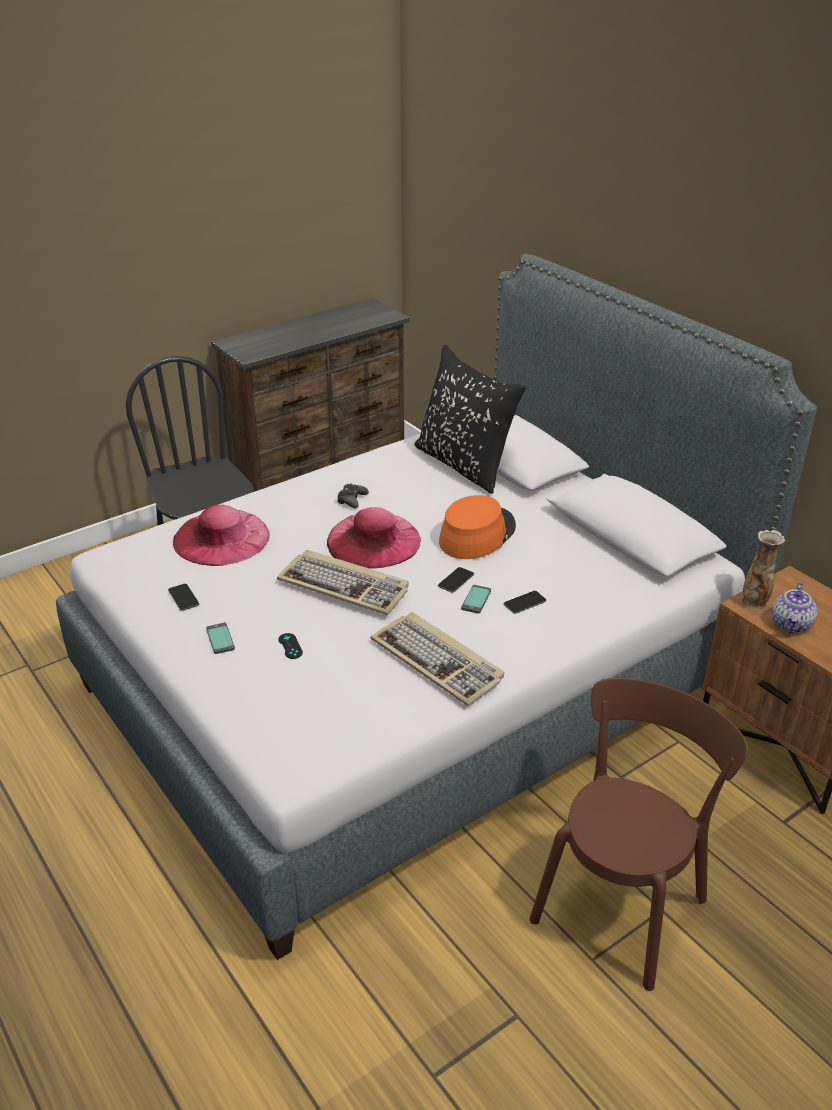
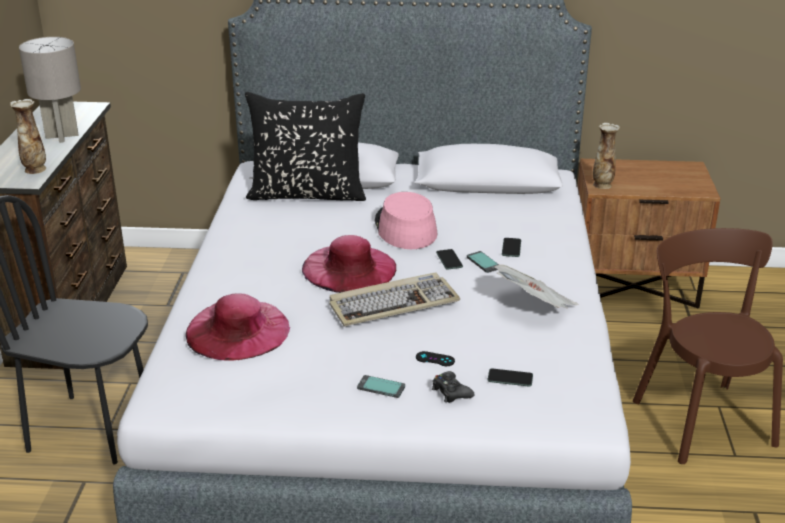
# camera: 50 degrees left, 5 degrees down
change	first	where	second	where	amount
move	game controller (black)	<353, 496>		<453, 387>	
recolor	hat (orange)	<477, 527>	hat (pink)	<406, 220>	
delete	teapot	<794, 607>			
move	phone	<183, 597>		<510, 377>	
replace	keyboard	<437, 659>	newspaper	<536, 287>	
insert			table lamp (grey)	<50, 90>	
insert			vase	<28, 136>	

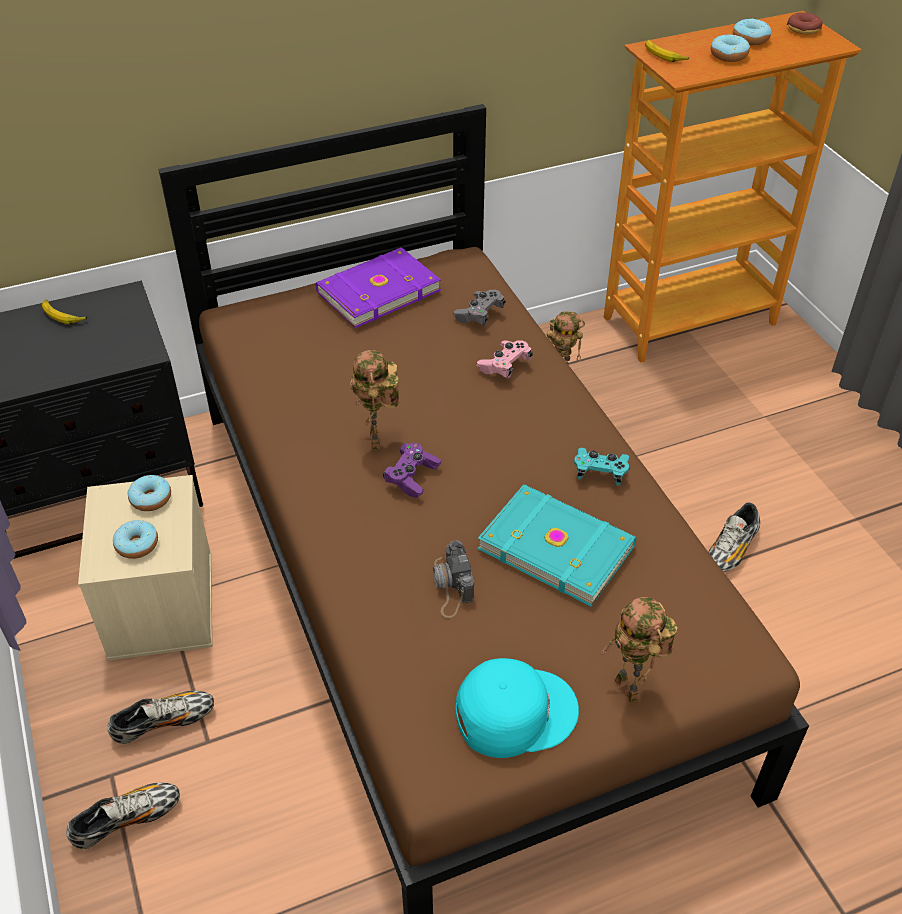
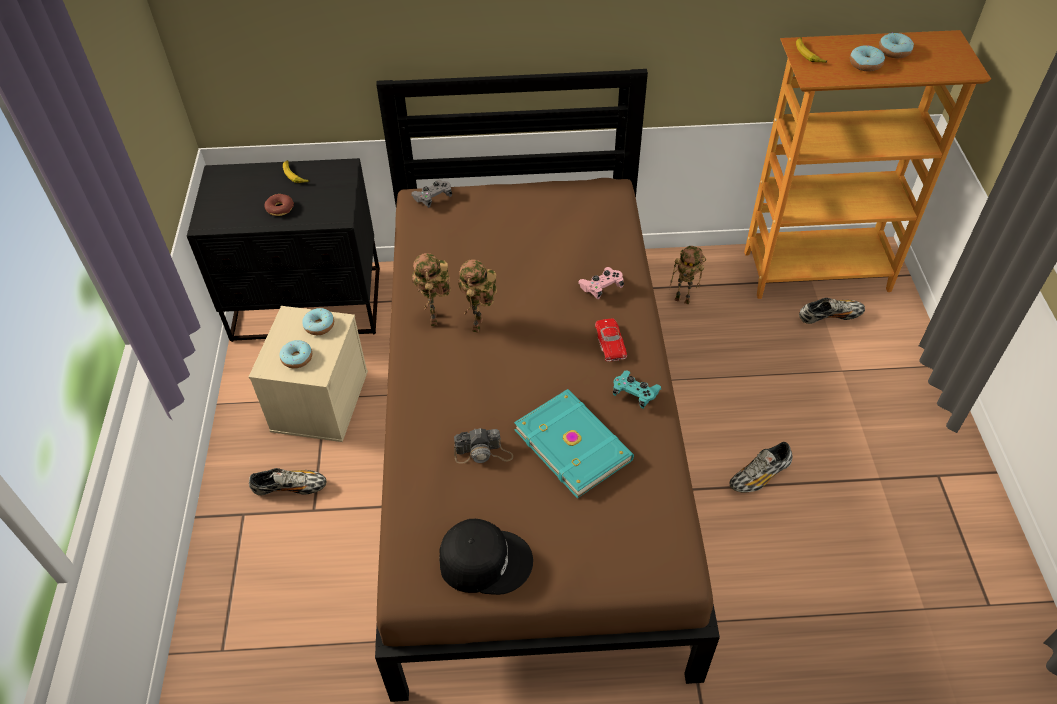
# camera: 20 degrees right, 5 degrees up
change	first	where	second	where	amount
move	donut	<805, 23>		<279, 205>	
delete	book (purple)	<378, 287>			
move	game controller (grey)	<479, 307>		<431, 194>	
delete	game controller (purple)	<412, 470>			
rotate	photo camera	<453, 579>		<483, 446>	105 degrees counterclockwise
move	toy robot	<639, 650>		<431, 289>	
recolor	cap (turquoise)	<517, 708>	cap (black)	<486, 557>	
move	shoe	<123, 816>		<832, 311>	
insert			toy car (red)	<611, 340>	

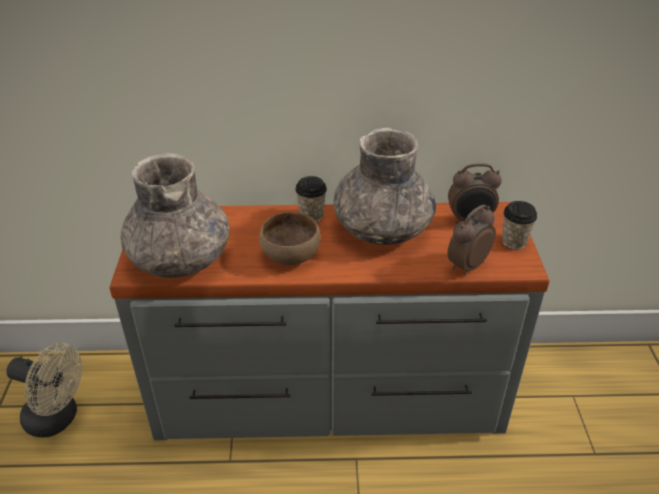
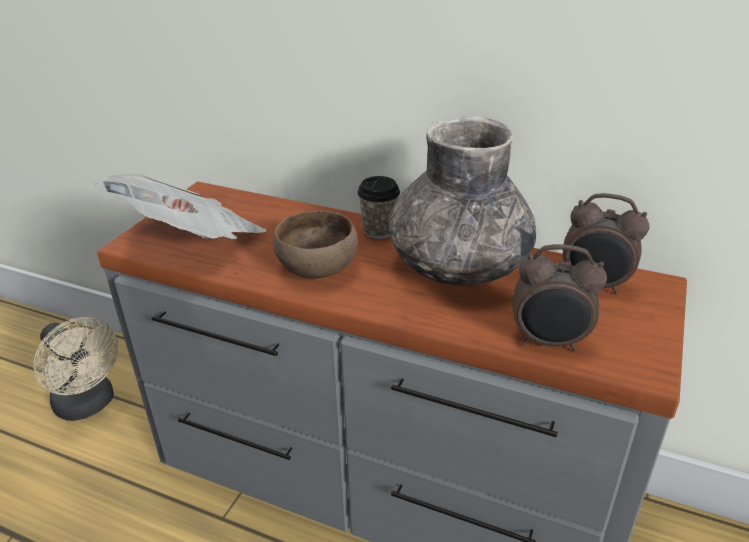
# camera: 25 degrees right, 5 degrees down
change	first	where	second	where	amount
replace	vase (grey)	<174, 216>	newspaper	<180, 206>	
delete	cup	<519, 225>			
rotate	alarm clock	<471, 239>		<559, 297>	150 degrees counterclockwise

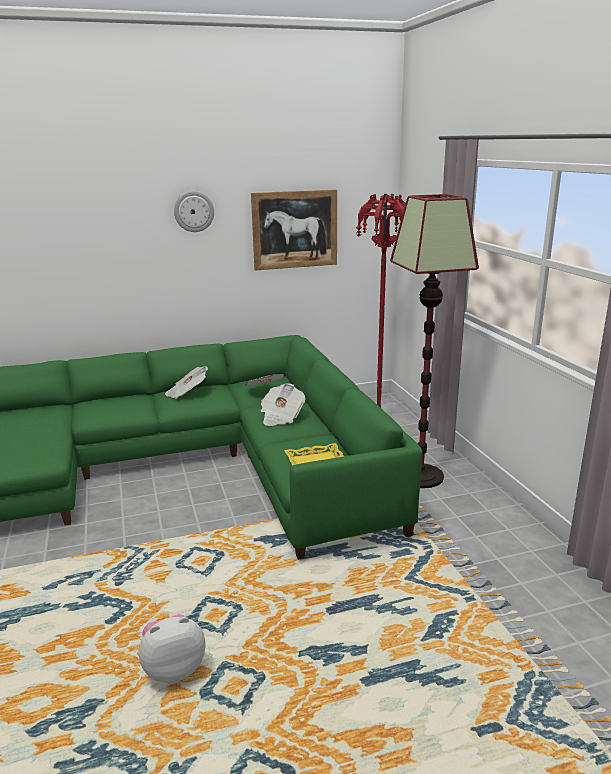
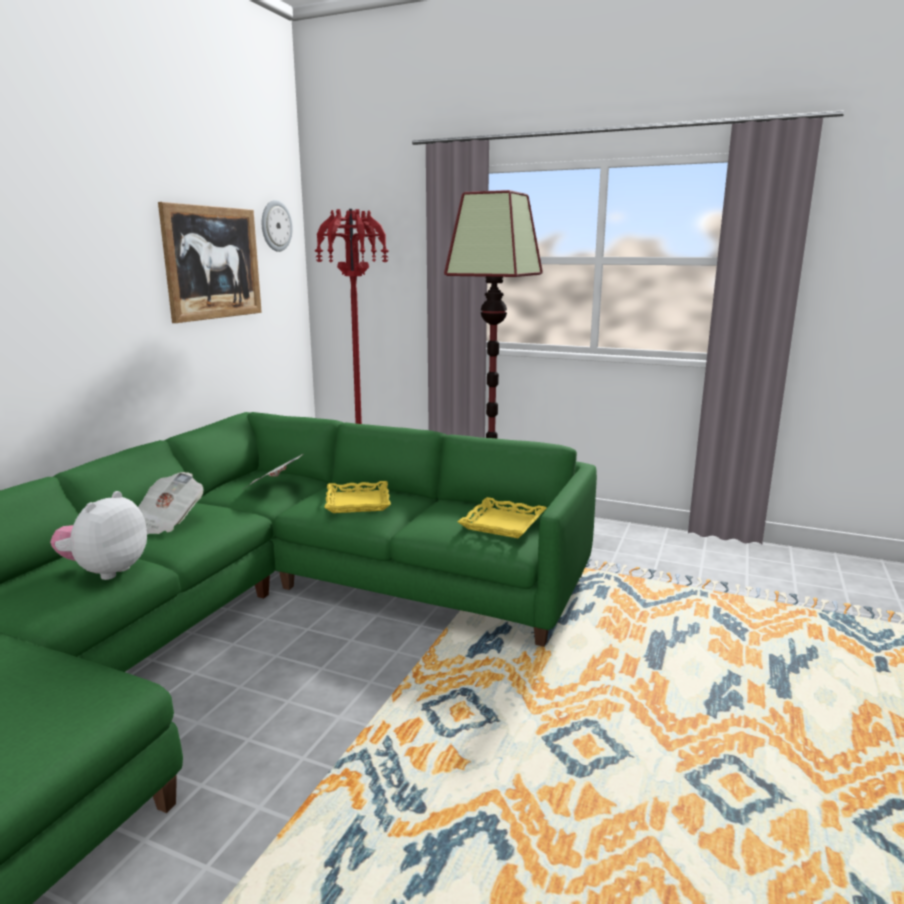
# camera: 50 degrees left, 5 degrees down
change	first	where	second	where	amount
move	wall clock	<194, 211>		<277, 226>	
replace	newspaper	<283, 404>	tray (yellow)	<358, 497>	
move	plush toy	<172, 648>		<98, 535>	

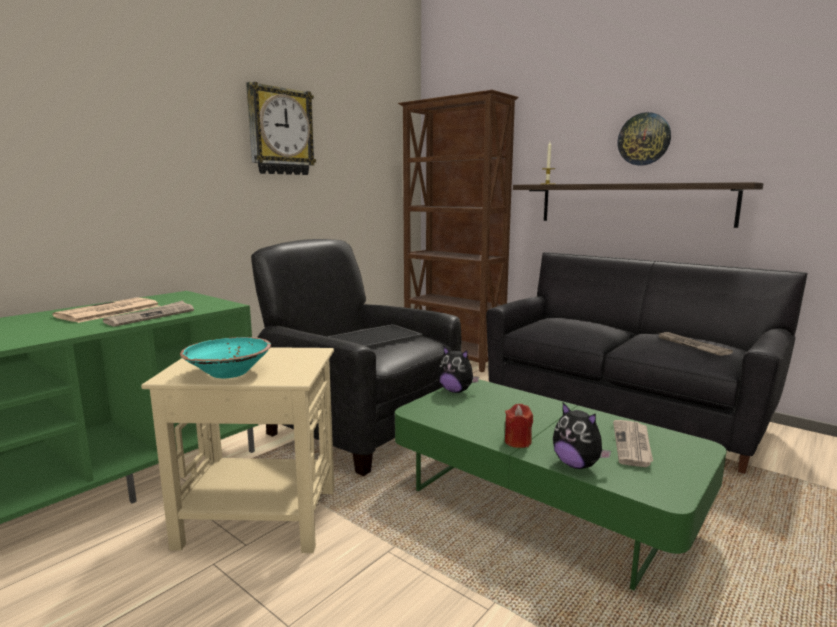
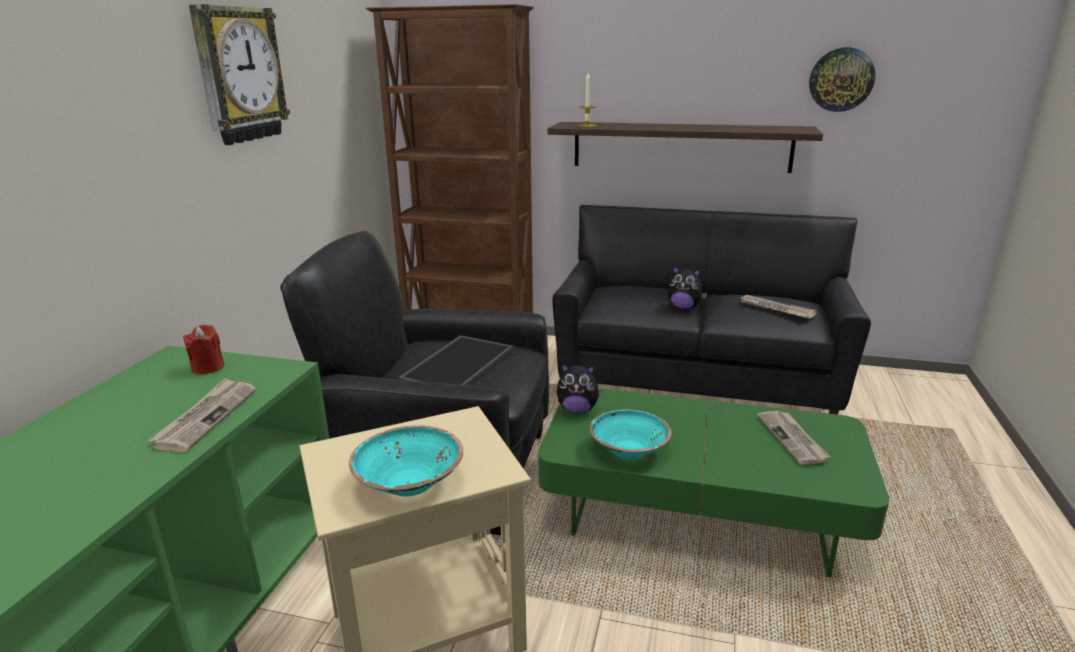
# camera: 25 degrees left, 10 degrees up
change	first	where	second	where	amount
move	wall clock	<644, 139>		<842, 79>	
delete	newspaper	<105, 310>			
move	plush toy	<582, 436>		<687, 287>	
move	candle (red)	<519, 426>		<204, 349>	
insert			bowl (turquoise)	<630, 434>	

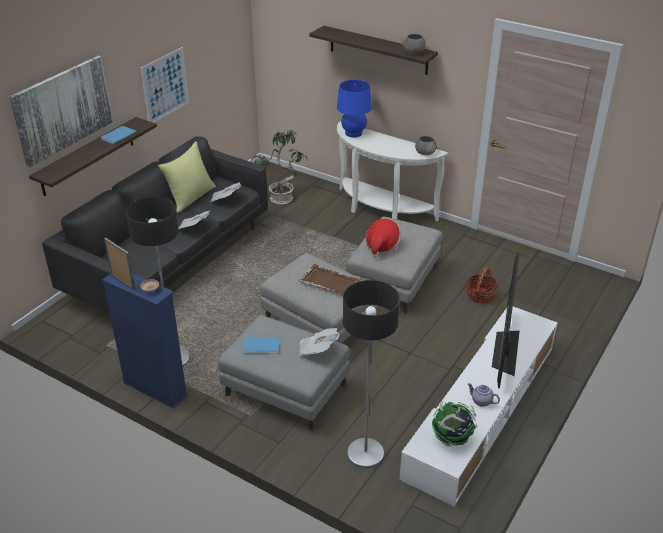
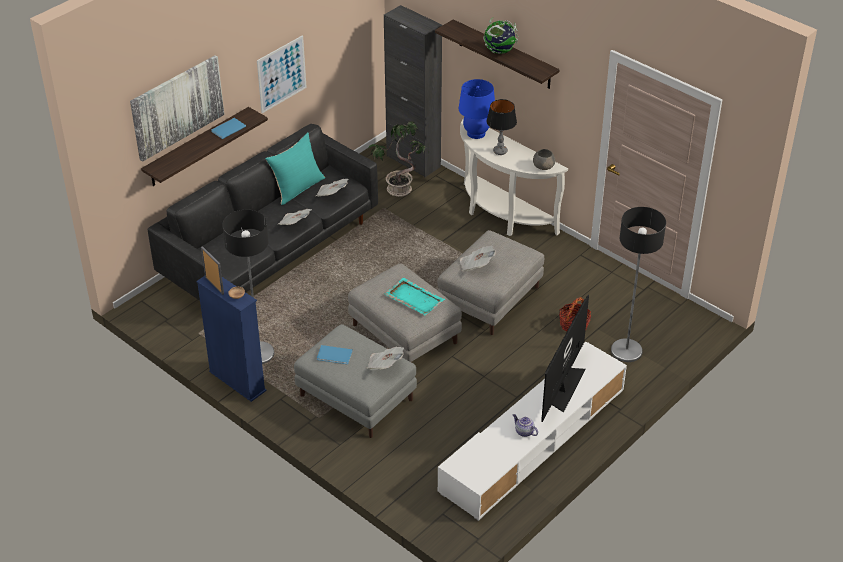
# camera: 10 degrees right, 5 degrees up
change	first	where	second	where	amount
delete	bowl (grey)	<414, 44>			
recolor	pillow (yellow)	<187, 177>	pillow (turquoise)	<295, 168>	
replace	hat	<383, 238>	newspaper	<478, 258>	
recolor	tray (brown)	<330, 279>	tray (turquoise)	<414, 297>	
move	floor lamp	<371, 374>		<638, 284>	
move	globe	<454, 424>		<500, 36>	
insert			cabinet (black)	<413, 91>	
insert			table lamp	<501, 127>	

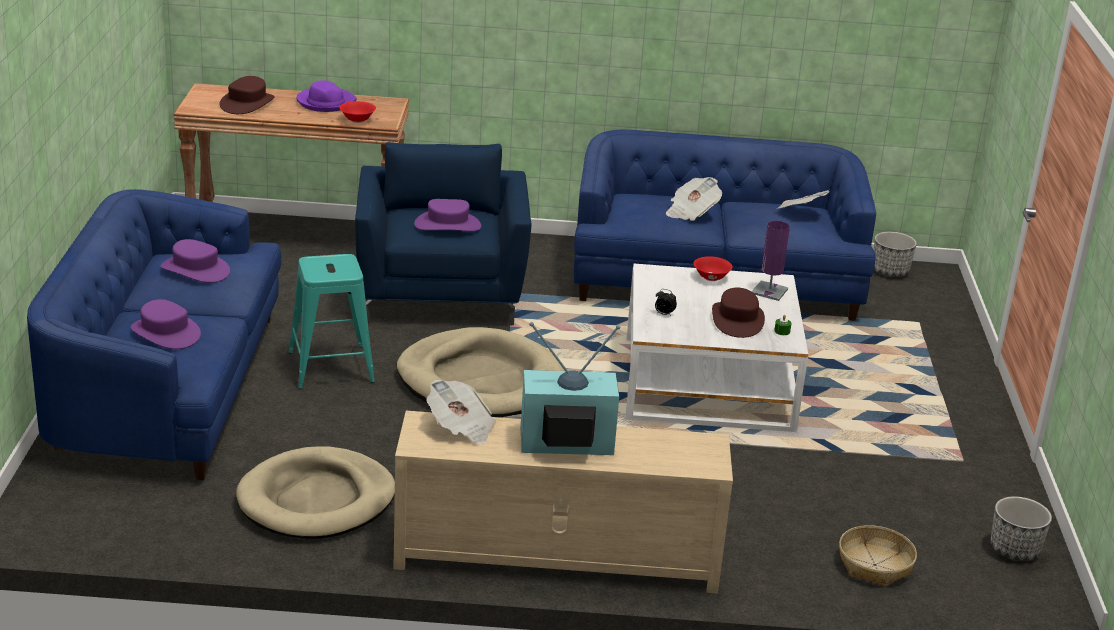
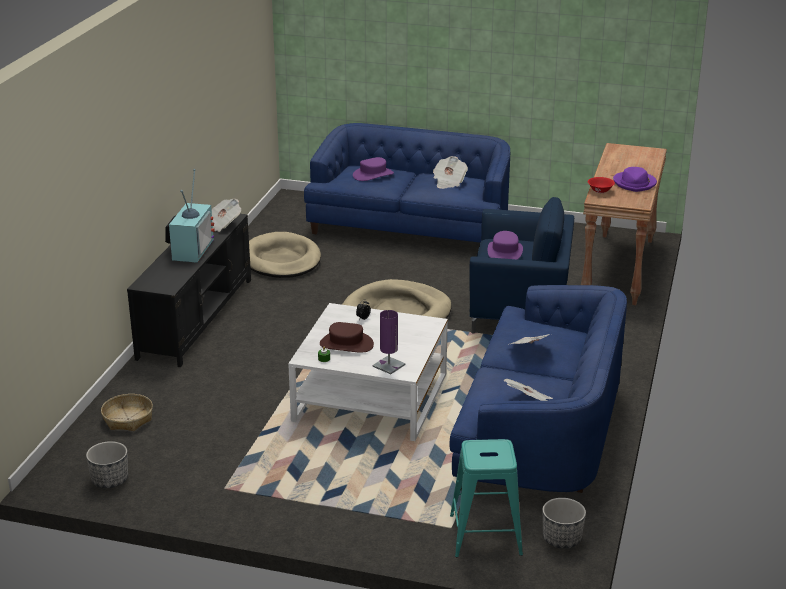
# camera: 105 degrees right, 0 degrees up
change	first	where	second	where	amount
delete	hat (brown)	<247, 95>			
replace	hat (purple)	<195, 261>	newspaper	<450, 172>	
move	stool (turquoise)	<332, 321>		<486, 498>	
delete	bowl (red)	<712, 268>			
recolor	tv stand (beige)	<563, 502>	tv stand (black)	<189, 290>	

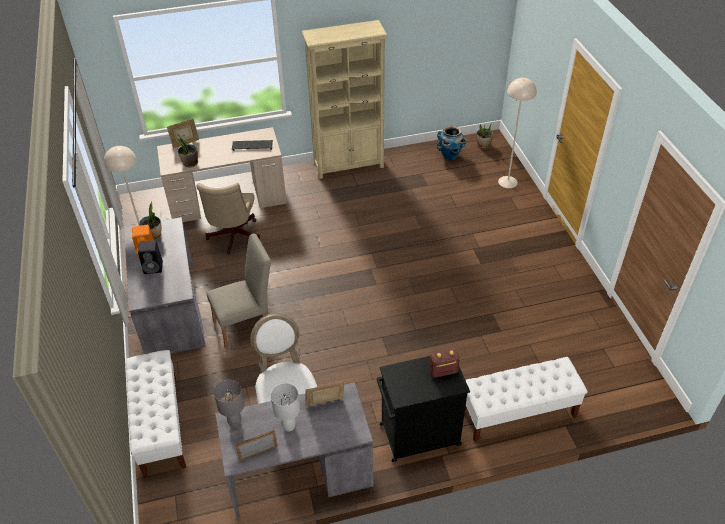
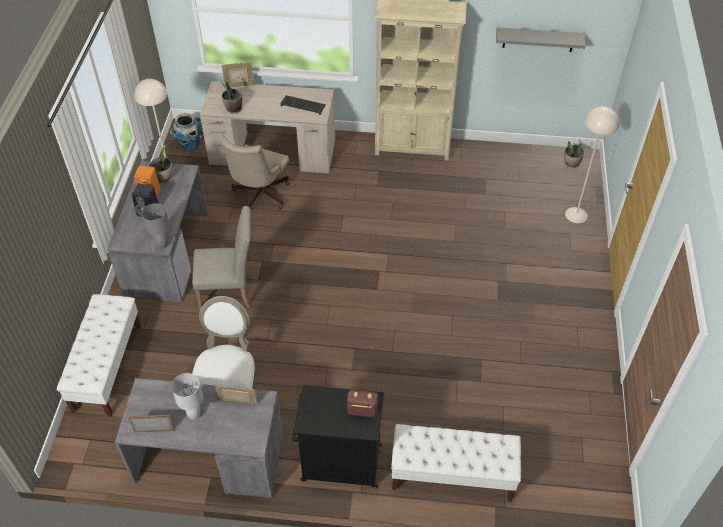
# camera: 20 degrees right, 5 degrees up
change	first	where	second	where	amount
move	planter	<451, 143>		<187, 132>	
move	table lamp (grey)	<229, 404>		<156, 226>	
insert			shelf (grey)	<540, 39>	

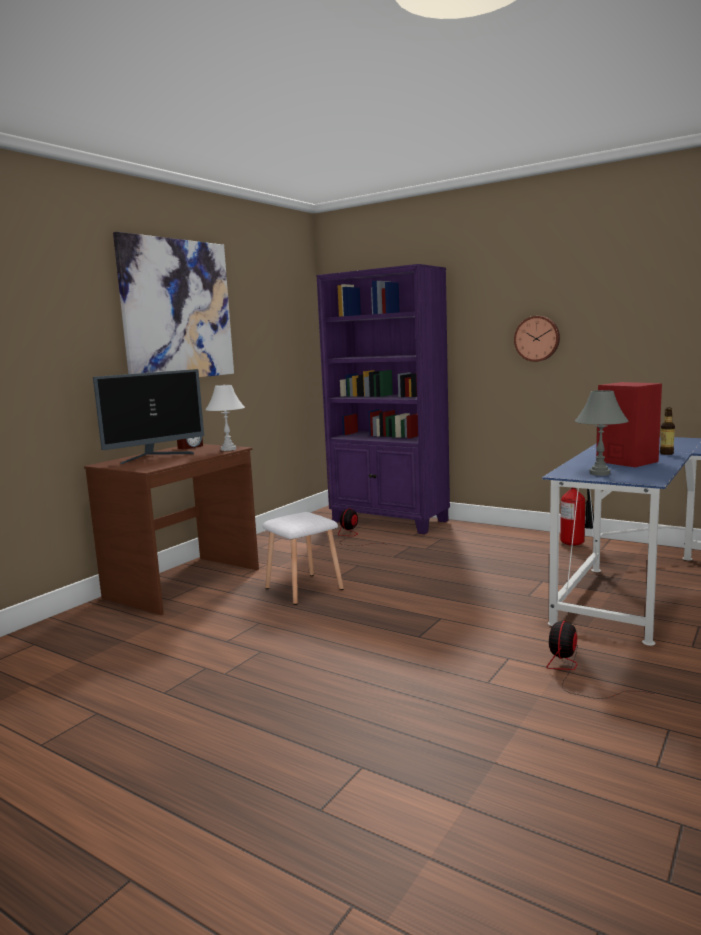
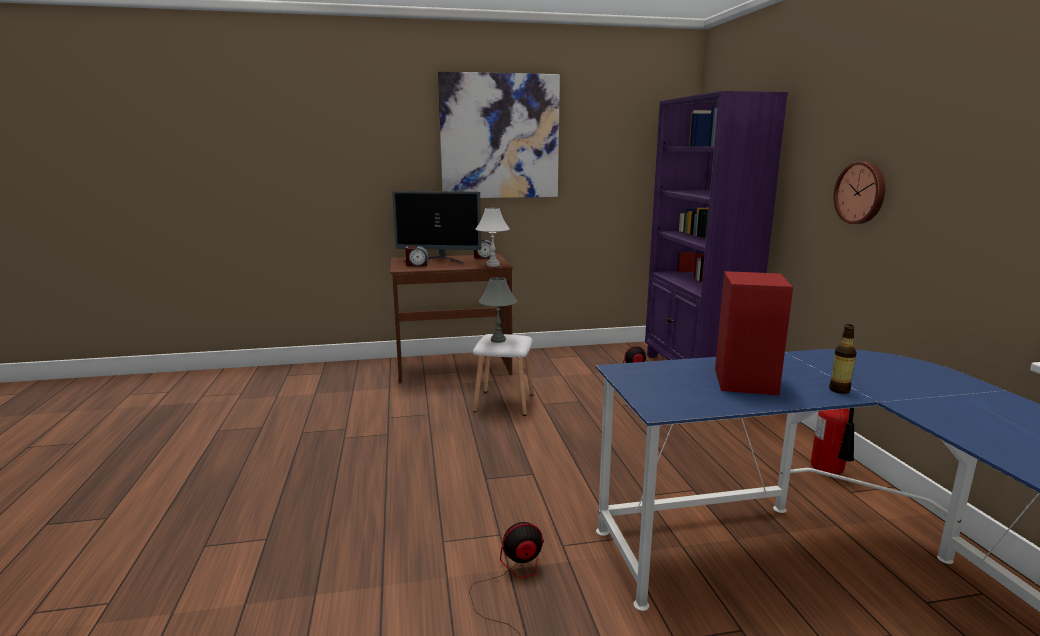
# camera: 45 degrees right, 5 degrees up
change	first	where	second	where	amount
move	table lamp (grey)	<602, 433>		<498, 310>	
insert			alarm clock	<417, 256>	

